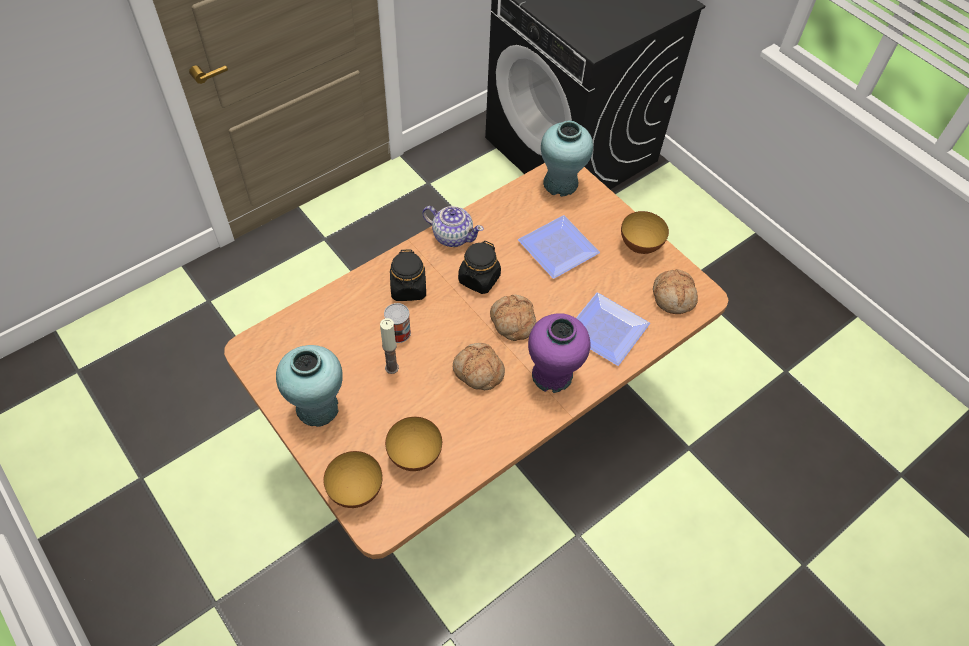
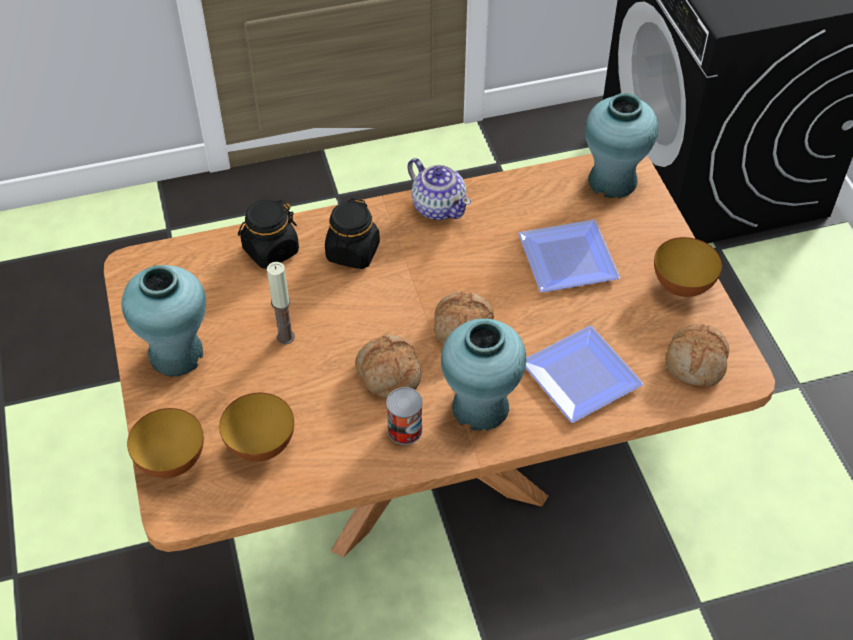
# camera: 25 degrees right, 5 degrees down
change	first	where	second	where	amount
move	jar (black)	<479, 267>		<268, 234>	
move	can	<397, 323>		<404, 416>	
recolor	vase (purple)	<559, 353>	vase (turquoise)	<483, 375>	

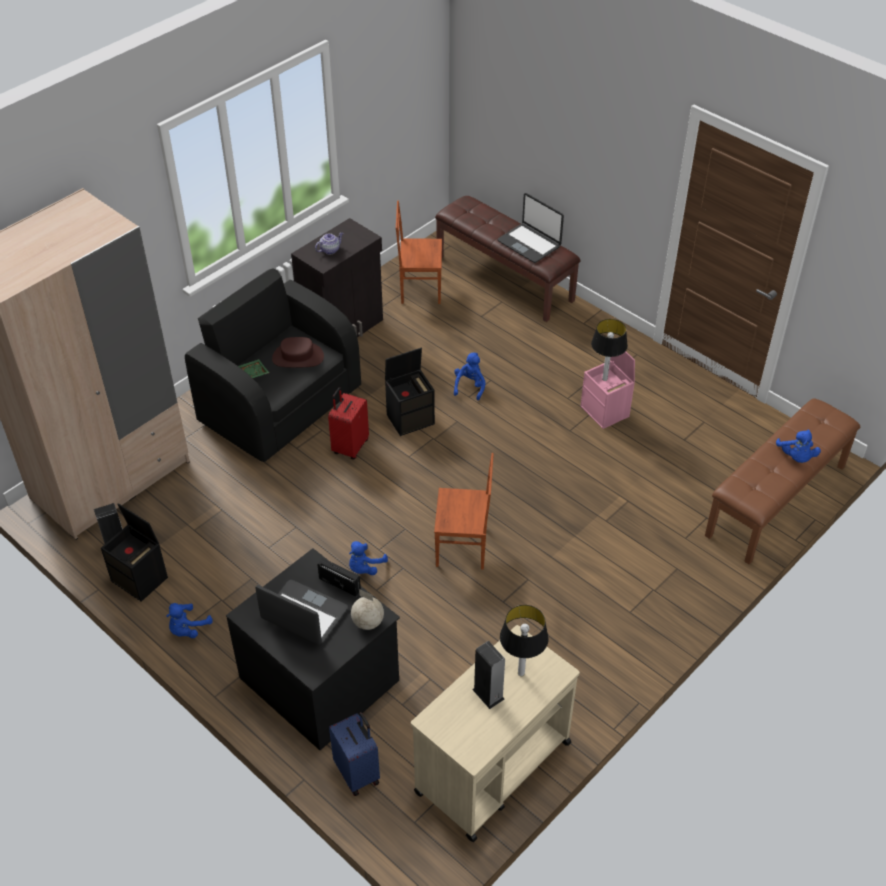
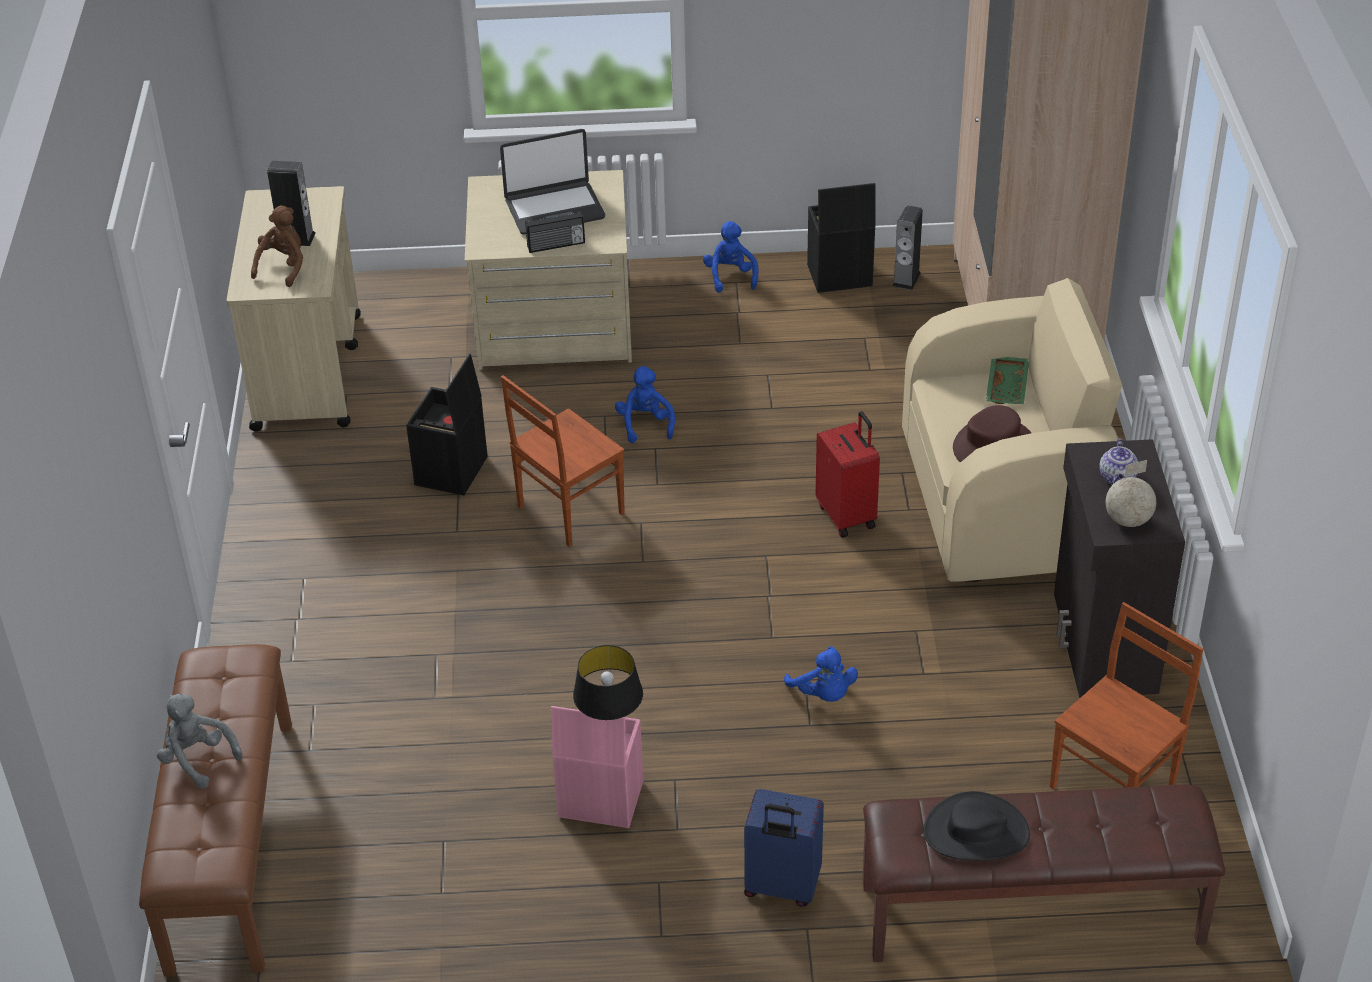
# camera: 135 degrees right, 5 degrees down
change	first	where	second	where	amount
replace	laptop	<530, 228>	hat (black)	<976, 826>	
recolor	armchair (black)	<273, 365>	armchair (beige)	<1012, 430>	
move	storage box (black)	<410, 392>		<447, 425>	
recolor	plush toy (blue)	<798, 446>	plush toy (grey)	<199, 741>	
recolor	dresser (black)	<313, 649>	dresser (beige)	<548, 270>	
move	globe	<367, 609>		<1131, 493>	
replace	table lamp	<524, 640>	plush toy (brown)	<277, 246>	
move	suitcase (blue)	<354, 754>		<784, 848>	

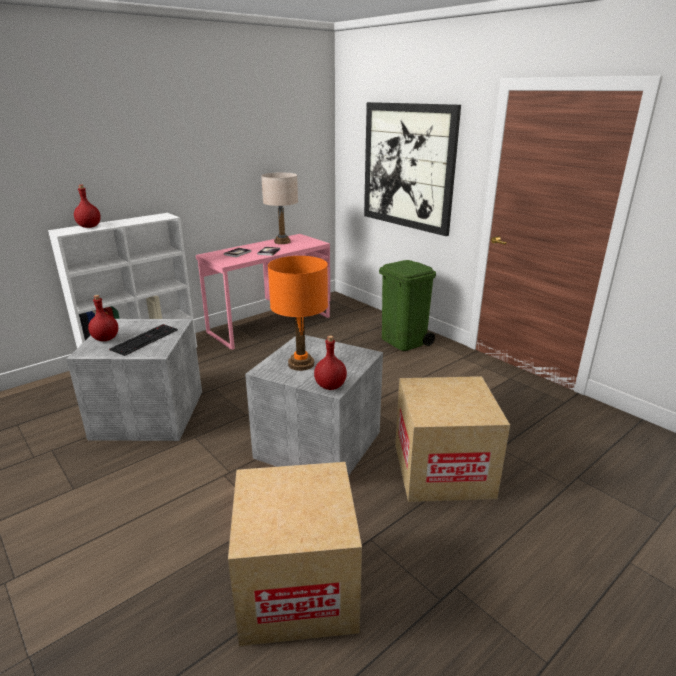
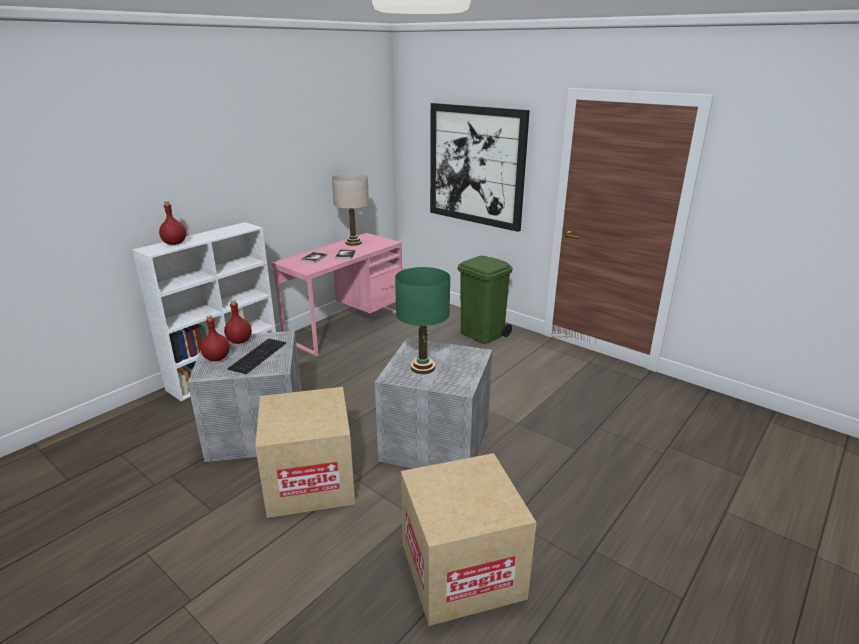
# camera: 10 degrees left, 0 degrees up
change	first	where	second	where	amount
recolor	table lamp (orange)	<298, 313>	table lamp (green)	<422, 320>	
move	bottle (red)	<330, 362>		<238, 322>	
move	cardboard box	<452, 439>		<305, 452>	

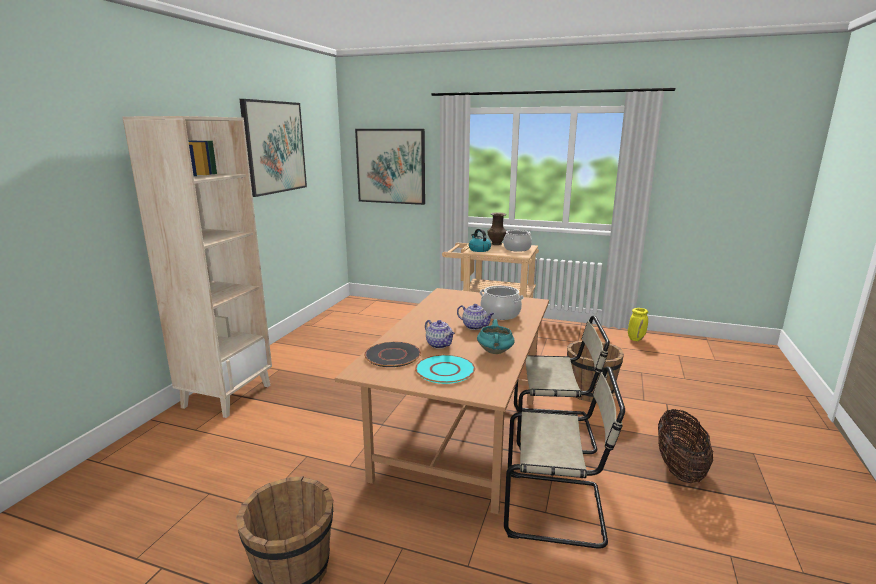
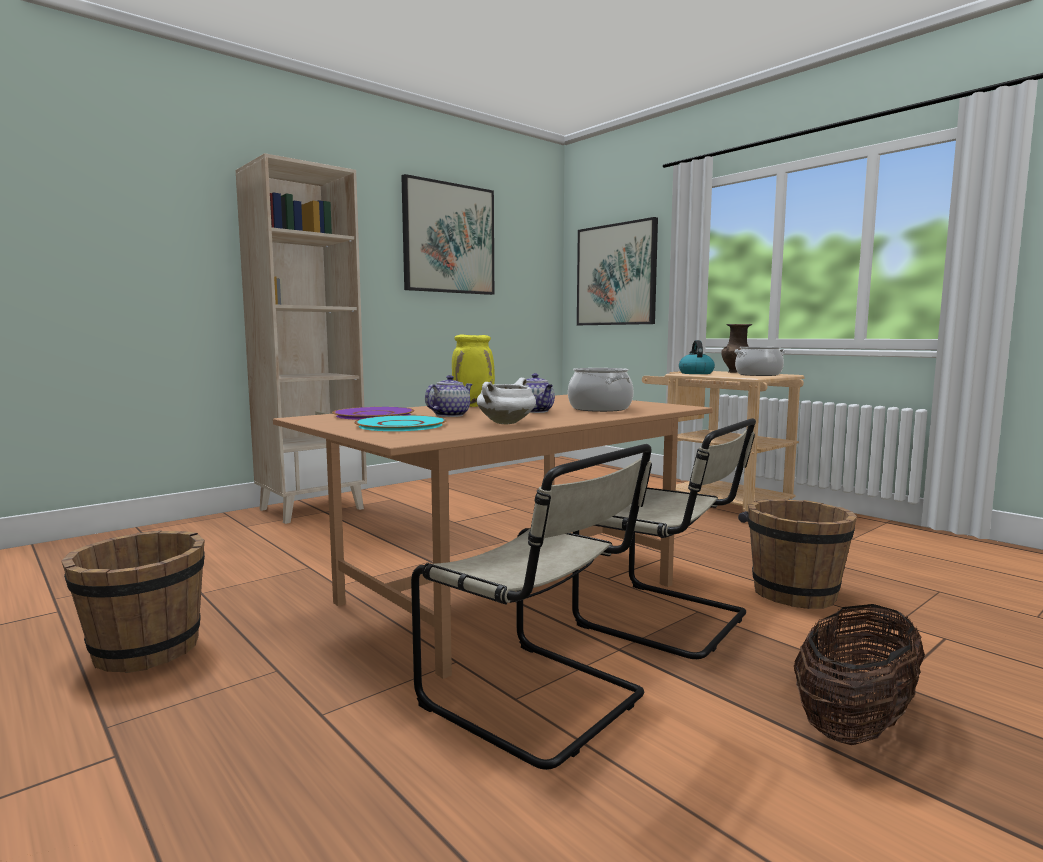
# camera: 30 degrees right, 10 degrees down
change	first	where	second	where	amount
move	vase (yellow)	<638, 324>		<473, 370>	
recolor	cooking pot (turquoise)	<496, 336>	cooking pot (white)	<506, 401>	
rotate	teapot	<440, 334>		<449, 396>	135 degrees counterclockwise
recolor	plate (black)	<392, 354>	plate (purple)	<373, 413>	

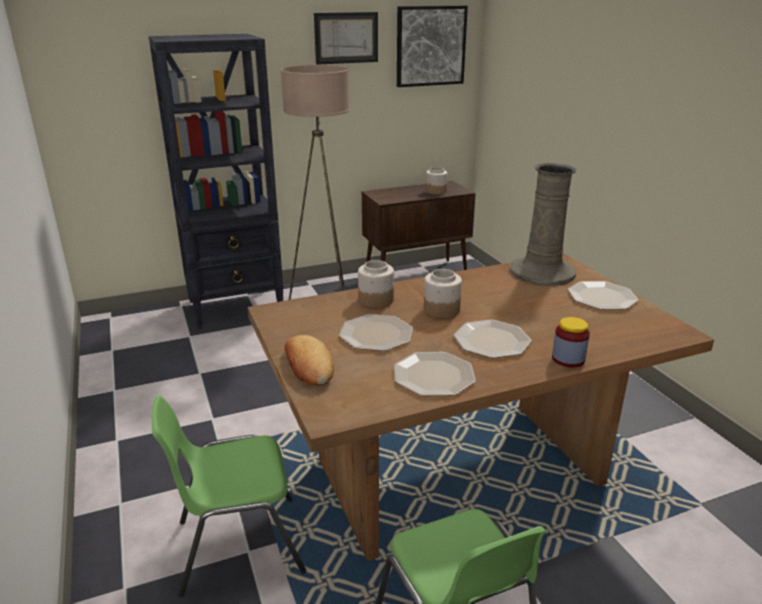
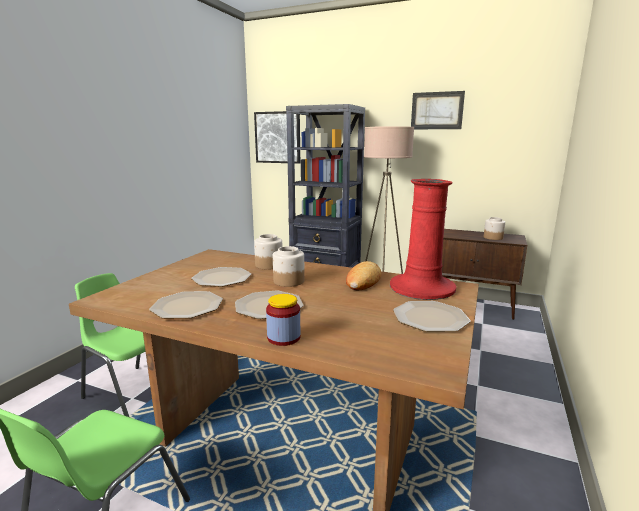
# camera: 45 degrees right, 10 degrees down
change	first	where	second	where	amount
move	picture	<432, 46>		<277, 137>	
recolor	vase (beige)	<543, 224>	vase (red)	<423, 239>	
move	bread	<309, 360>		<363, 275>	

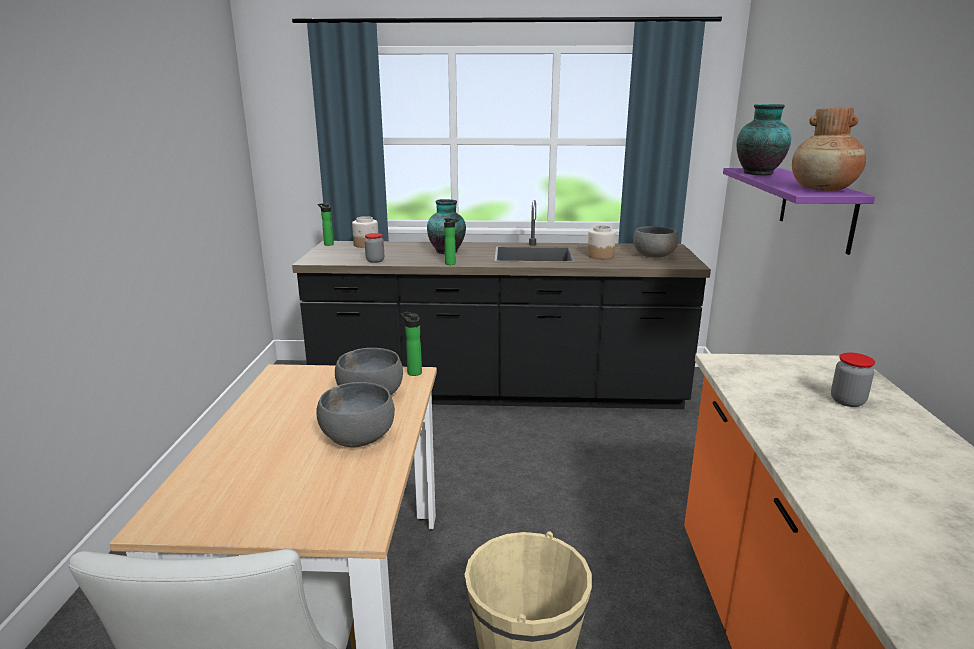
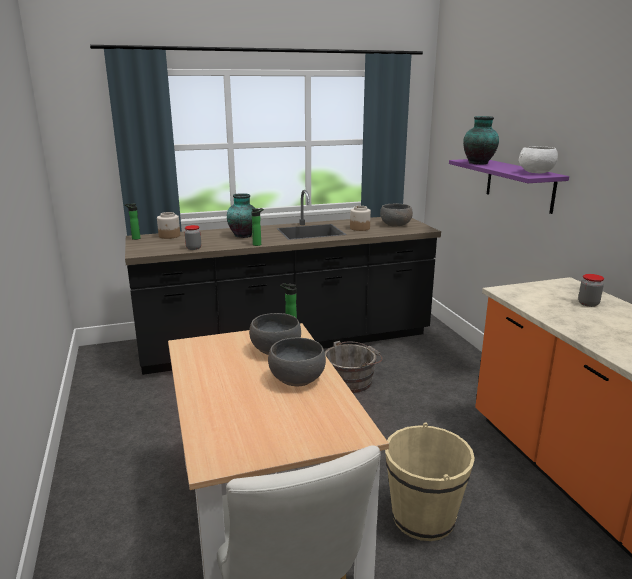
# camera: 20 degrees left, 0 degrees up
change	first	where	second	where	amount
replace	vase (brown)	<829, 149>	bowl (white)	<538, 159>	
insert			bucket (grey)	<353, 367>	

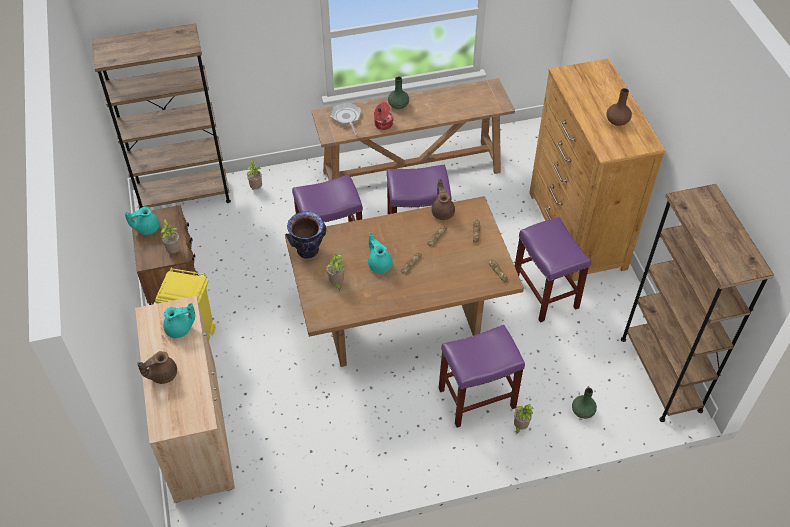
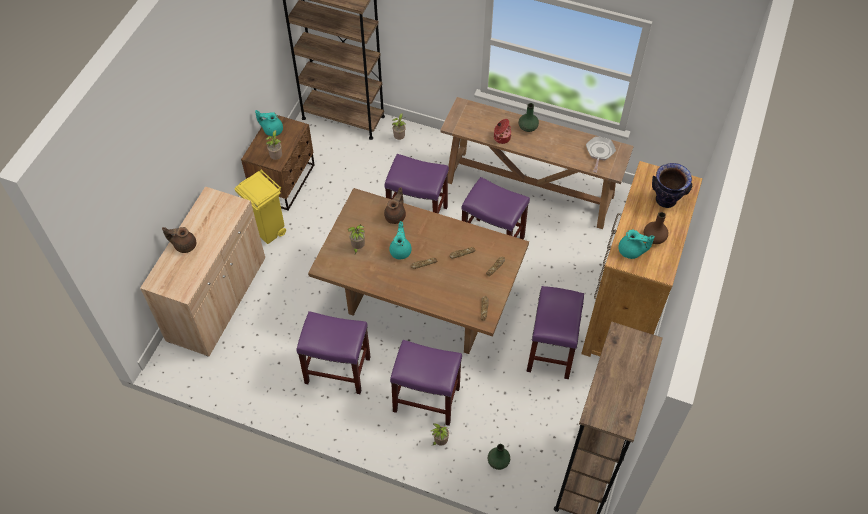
# camera: 35 degrees right, 5 degrees up
change	first	where	second	where	amount
move	frying pan	<346, 118>		<601, 154>	
move	teapot (brown)	<443, 199>		<395, 205>	
move	vase	<306, 235>		<672, 185>	
move	teapot (turquoise)	<179, 320>		<637, 244>	
insert			stool (purple)	<333, 352>	

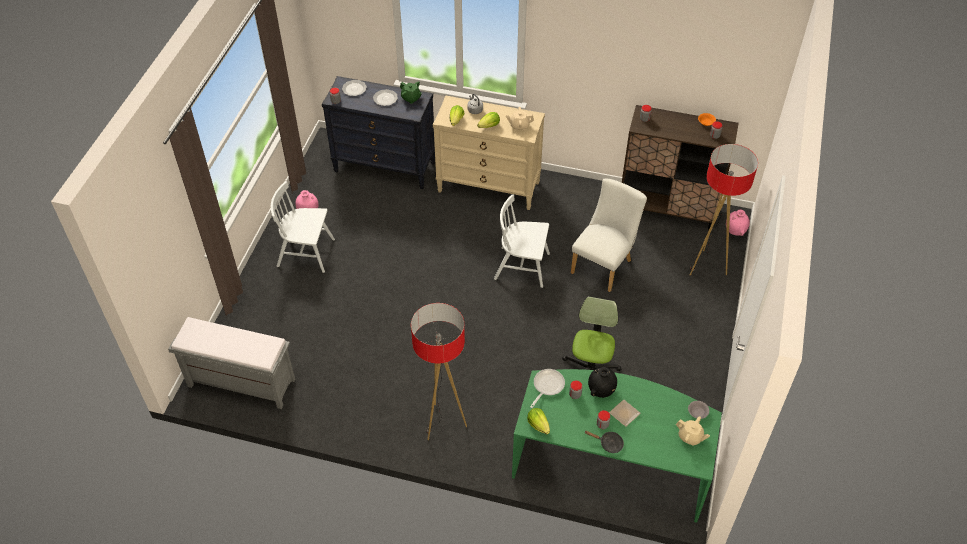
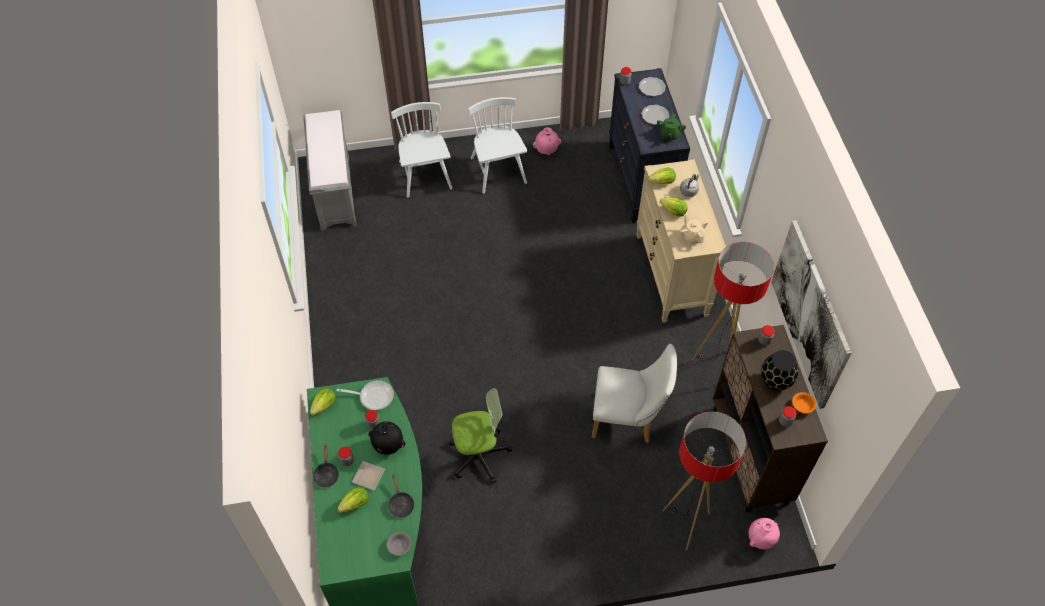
# camera: 65 degrees right, 5 degrees up
change	first	where	second	where	amount
move	chair (white)	<522, 241>		<422, 150>	
move	floor lamp	<439, 371>		<732, 301>	
delete	teapot (beige)	<693, 431>			
insert			picture	<811, 314>	
insert			vase (black)	<780, 370>	
insert			frying pan (black)	<401, 496>	
insert			lettuce	<352, 500>	

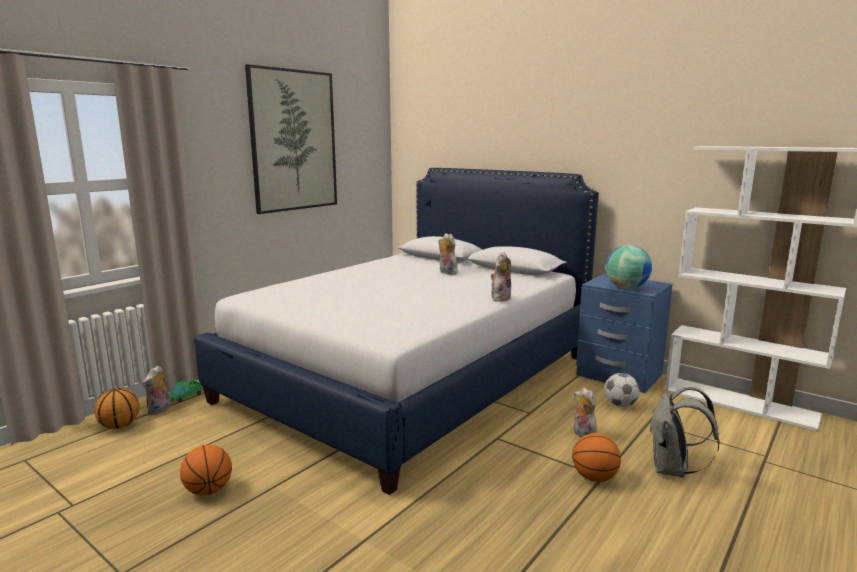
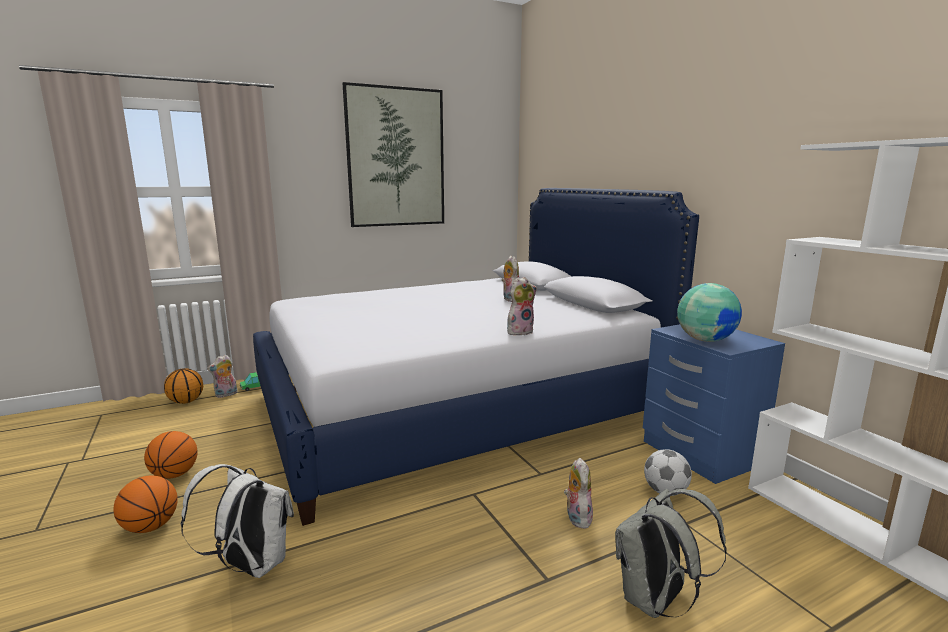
# camera: 25 degrees right, 0 degrees up
change	first	where	second	where	amount
move	basketball	<596, 457>		<145, 504>	
insert			backpack (white)	<237, 521>	

